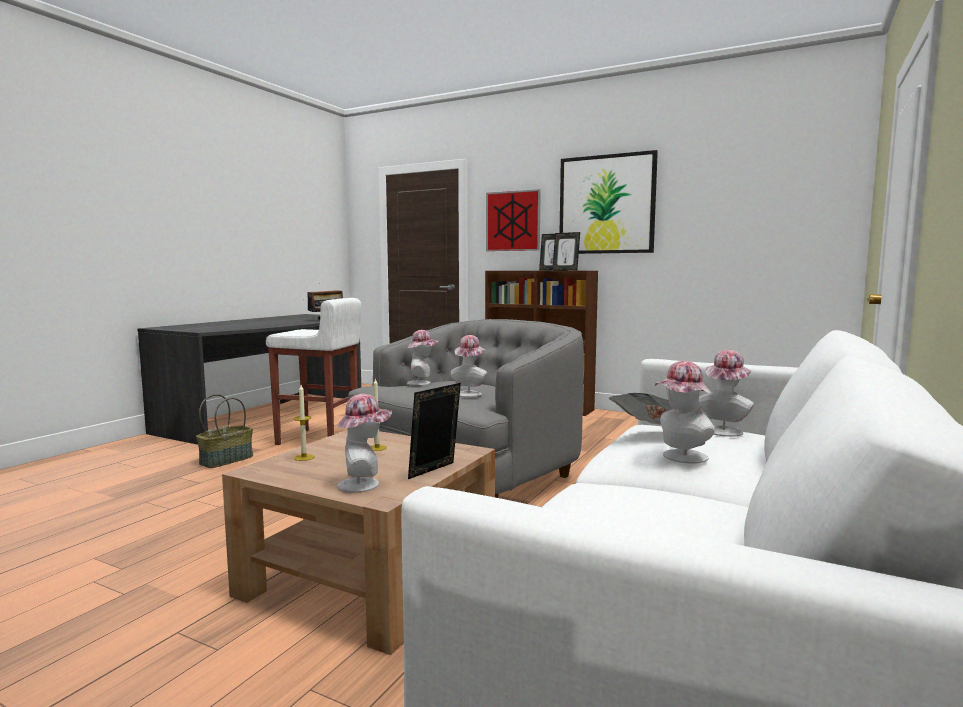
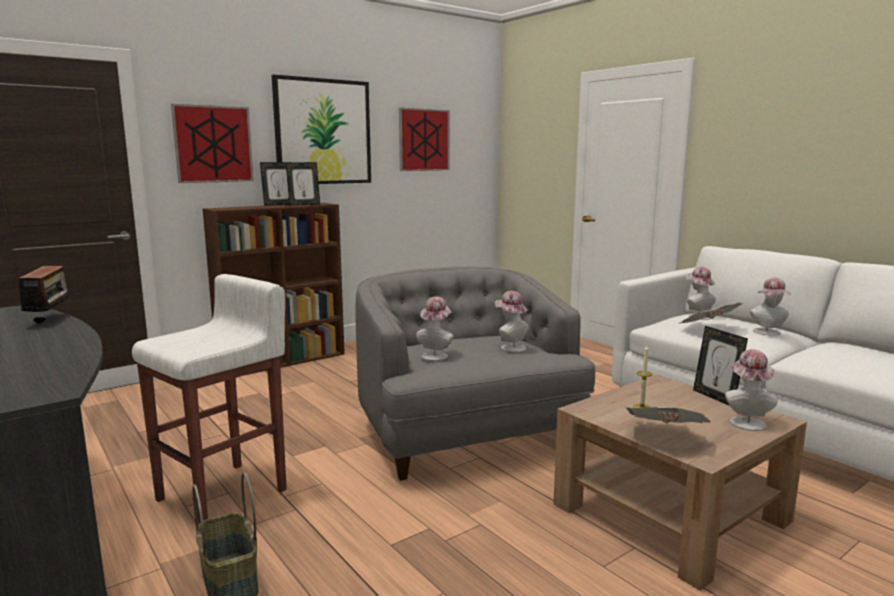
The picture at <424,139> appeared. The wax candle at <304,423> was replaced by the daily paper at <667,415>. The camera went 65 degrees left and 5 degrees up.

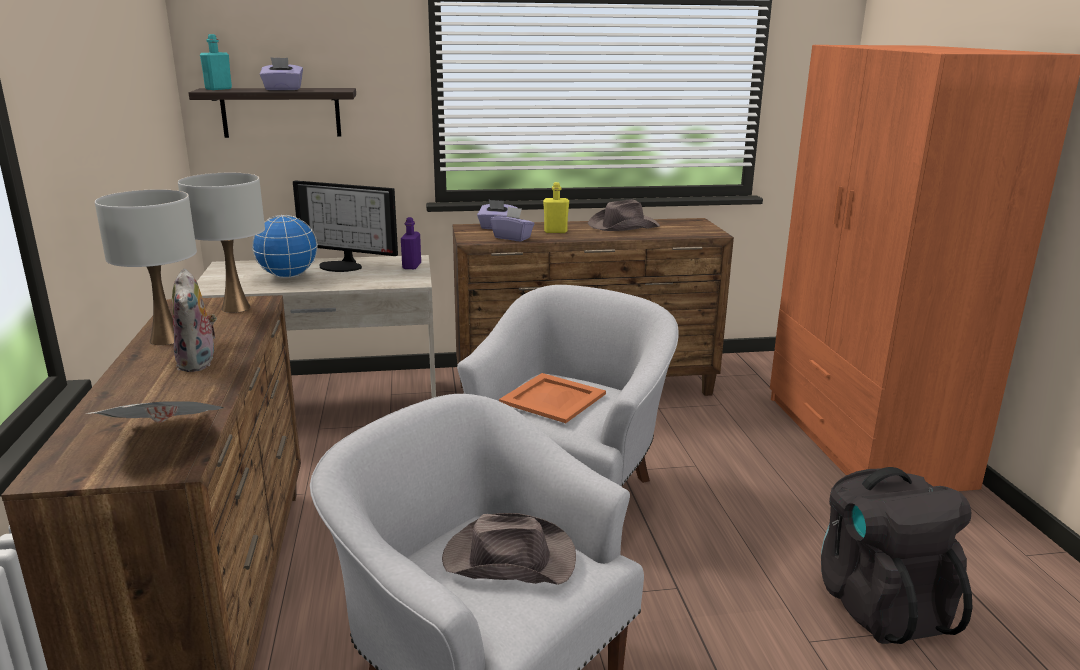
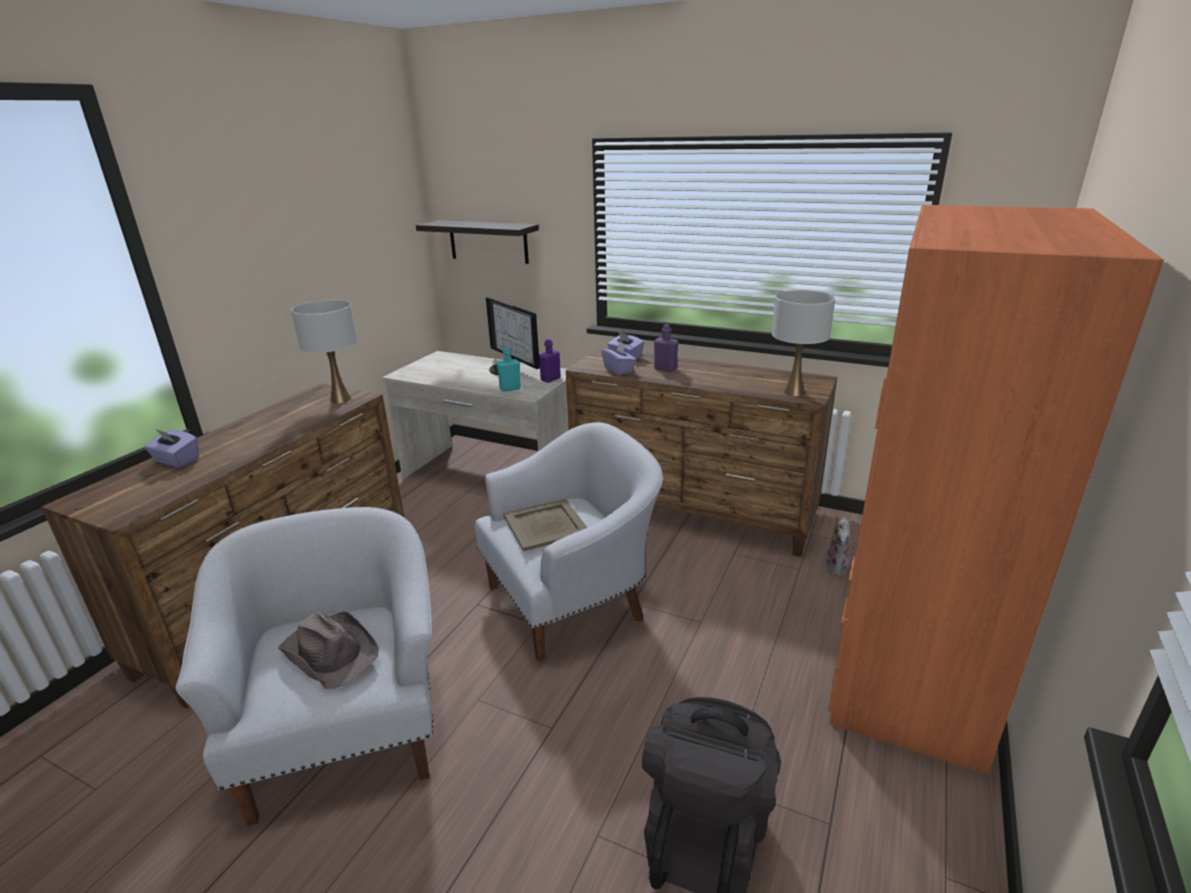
The daily paper at <154,412> disappeared. The world globe at <285,246> disappeared. The brown clothing hat at <624,215> disappeared. The white table lamp moved from <146,267> to <803,343>. The plush toy moved from <194,320> to <840,546>. The turquoise-coloured beverage bottle moved from <216,62> to <508,369>. The purple-coloured box of tissues moved from <281,73> to <171,448>. The orange-coloured tray at <552,398> became the sand-coloured tray at <545,525>. The yellow beverage bottle at <556,207> became the purple-coloured beverage bottle at <666,348>. The camera went 35 degrees right and 5 degrees up.

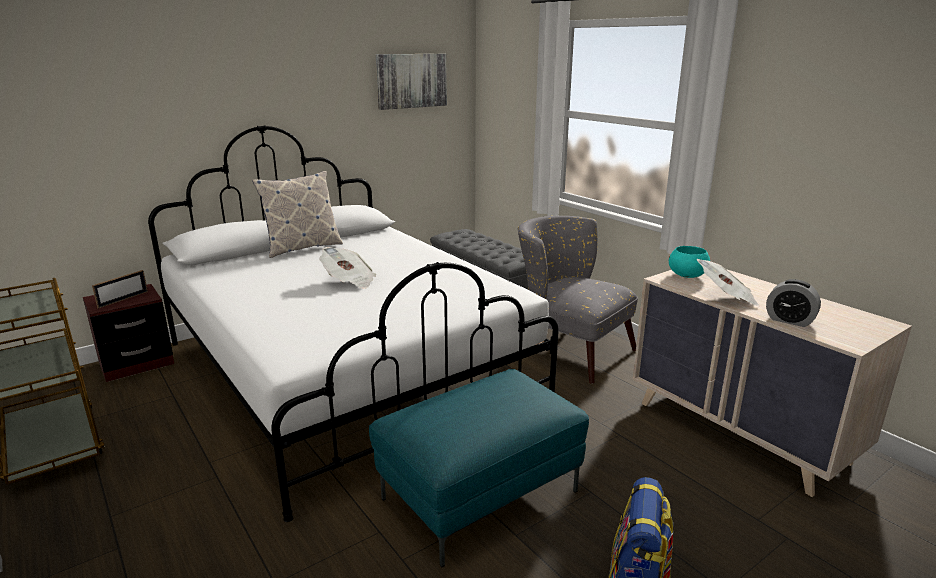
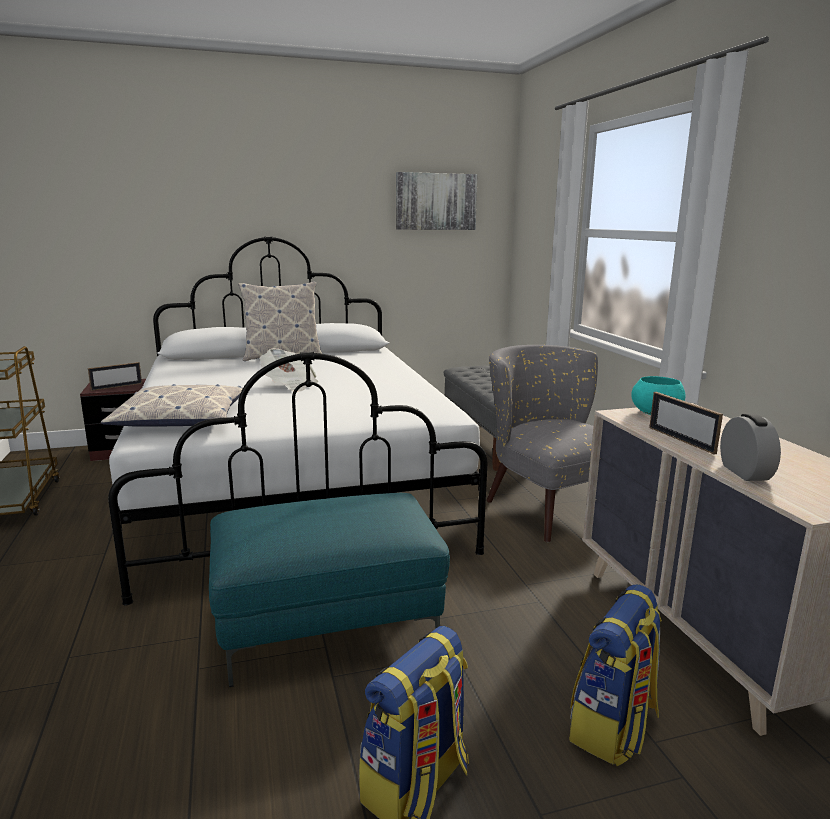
The cushion at <172,405> appeared. The rucksack at <615,675> appeared. The daily paper at <728,283> was replaced by the picture frame at <686,423>. The bedside clock at <793,303> turned 150 degrees counterclockwise. The camera went 20 degrees right and 5 degrees down.

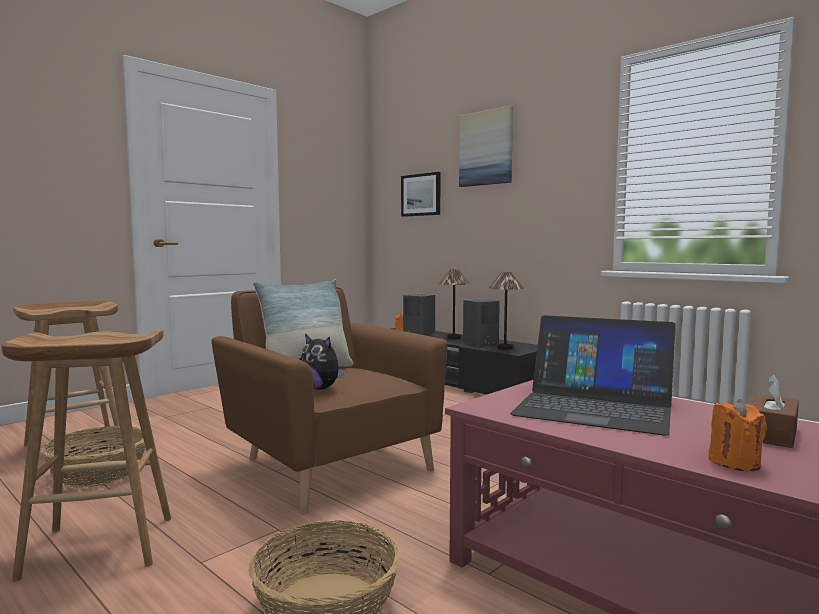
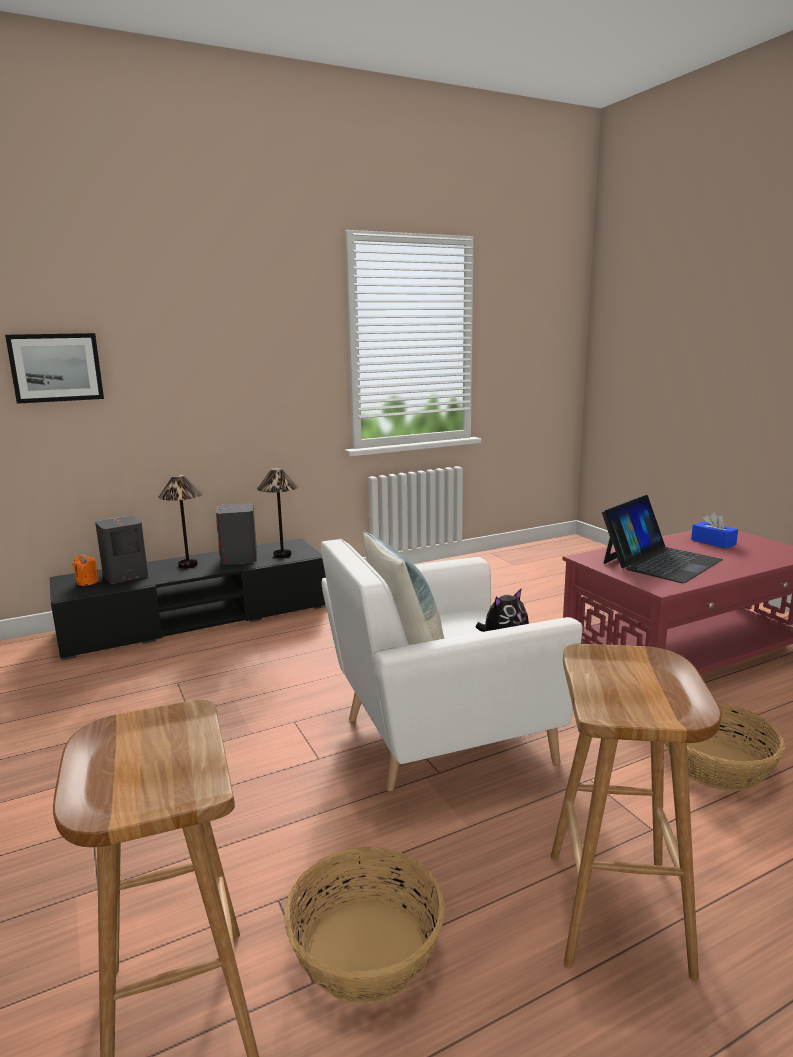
The picture at <486,146> disappeared. The orange-coloured wax candle at <737,435> disappeared. The brown easy chair at <329,400> became the white easy chair at <452,665>. The brown box of tissues at <775,411> became the blue box of tissues at <714,530>. The camera went 70 degrees left and 10 degrees up.

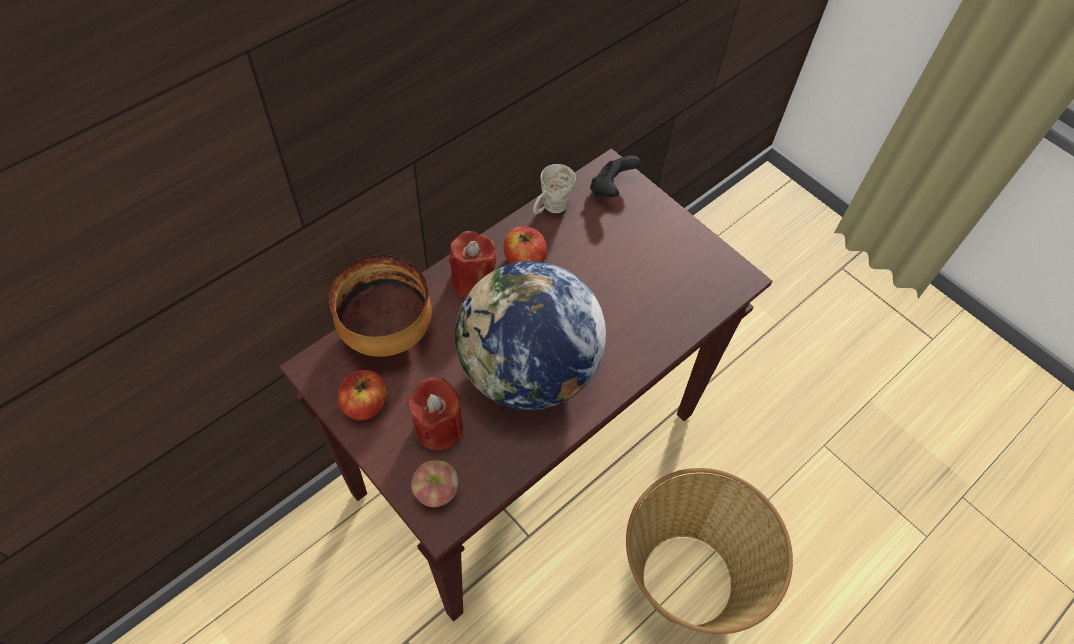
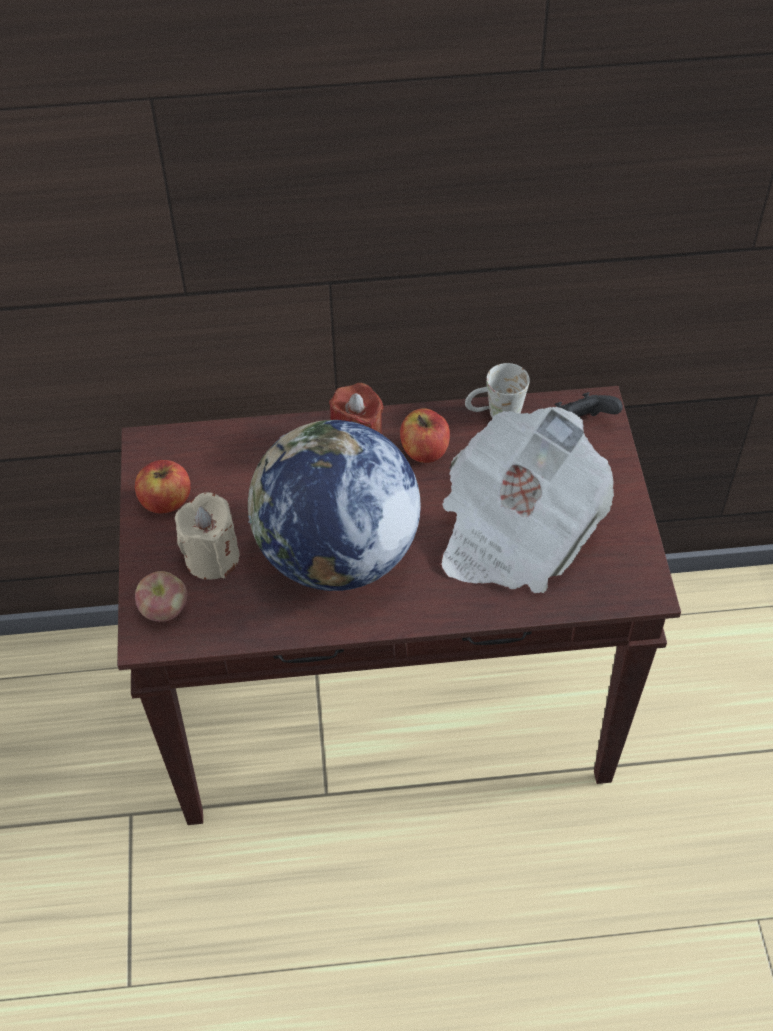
The bowl at <380,306> disappeared. The basket at <709,551> disappeared. The daily paper at <528,500> appeared. The red wax candle at <435,413> became the sand-coloured wax candle at <207,536>. The camera went 40 degrees right and 5 degrees down.

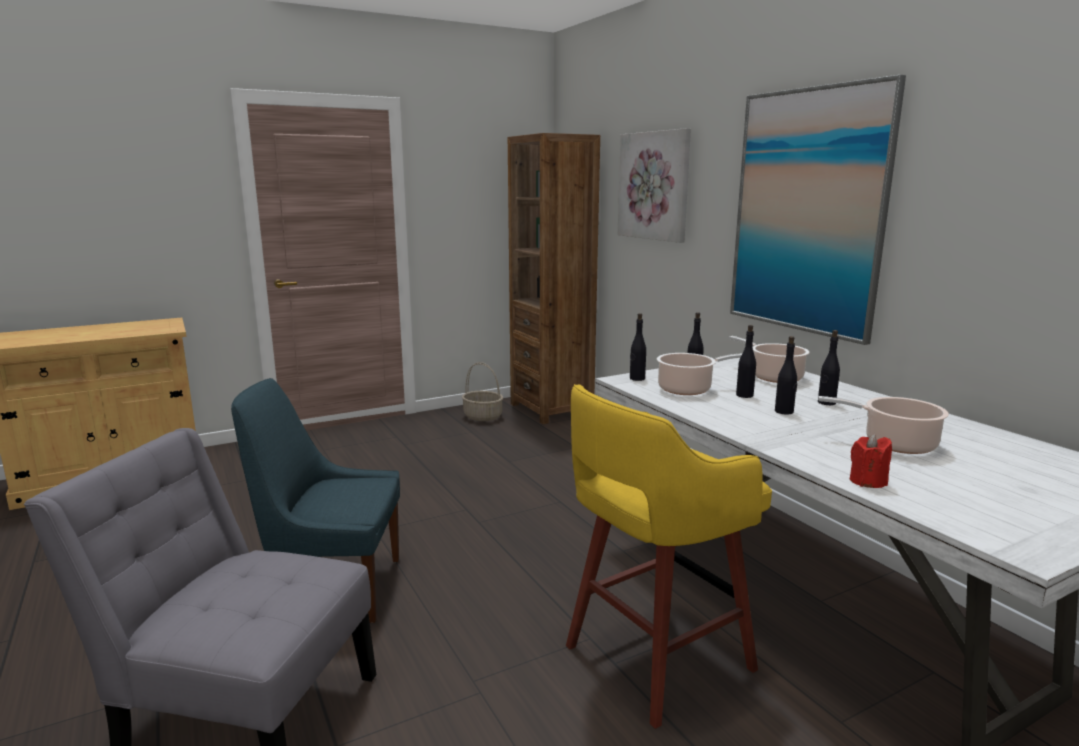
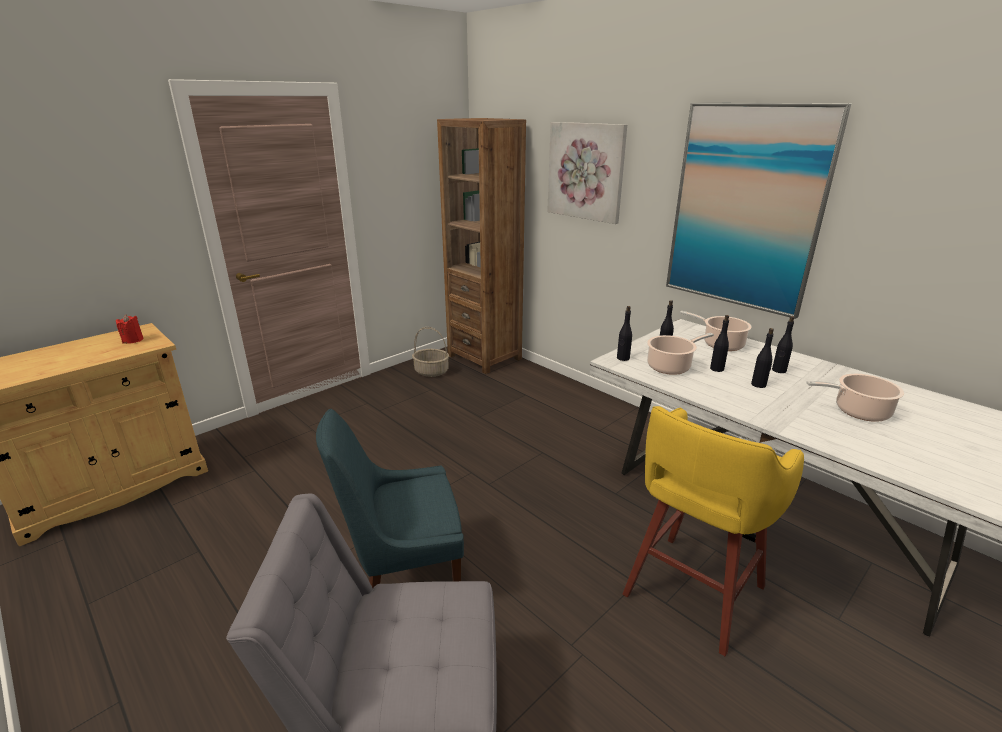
The red wax candle moved from <871,461> to <130,329>. The camera went 15 degrees left and 10 degrees up.

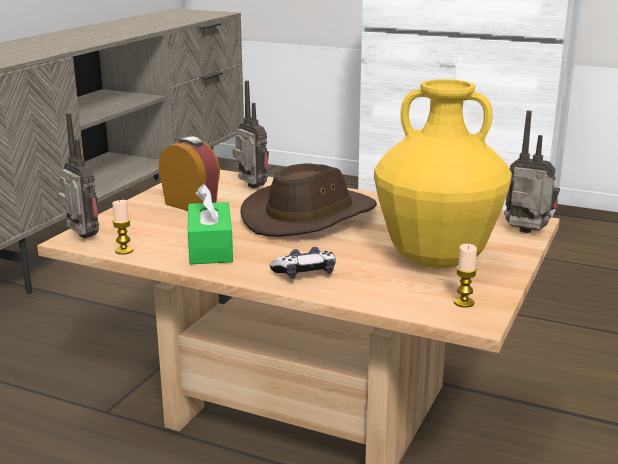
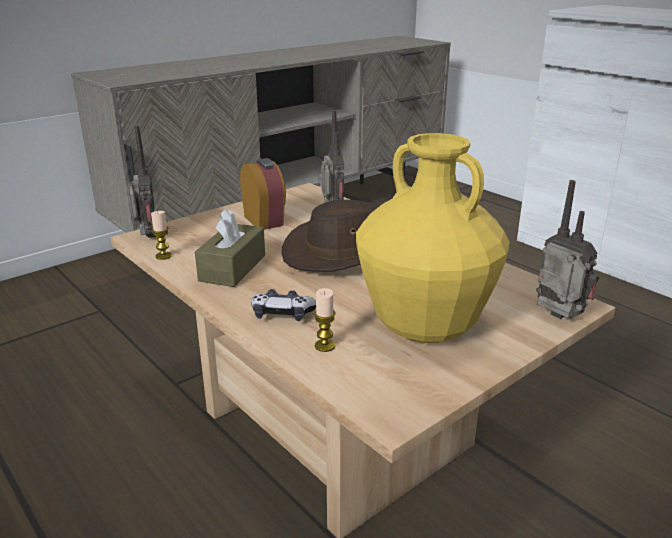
The wax candle moved from <466,276> to <325,320>. The greenish box of tissues at <210,224> became the brown box of tissues at <230,247>. The camera went 25 degrees right and 5 degrees up.

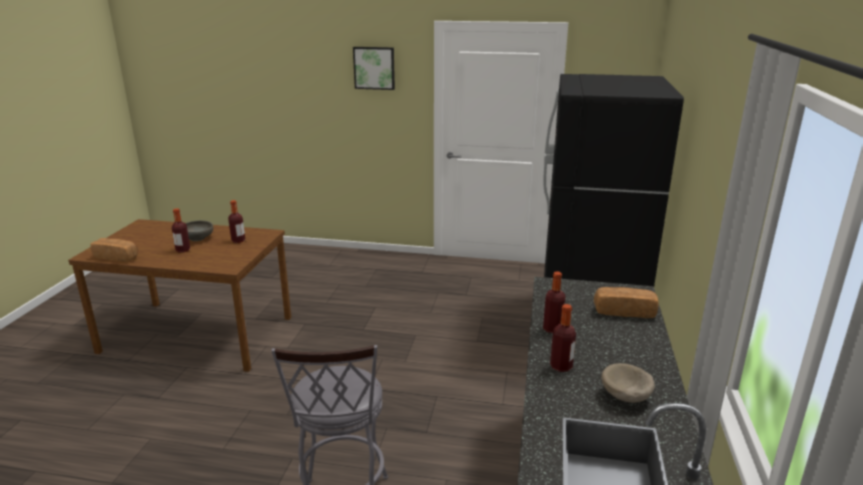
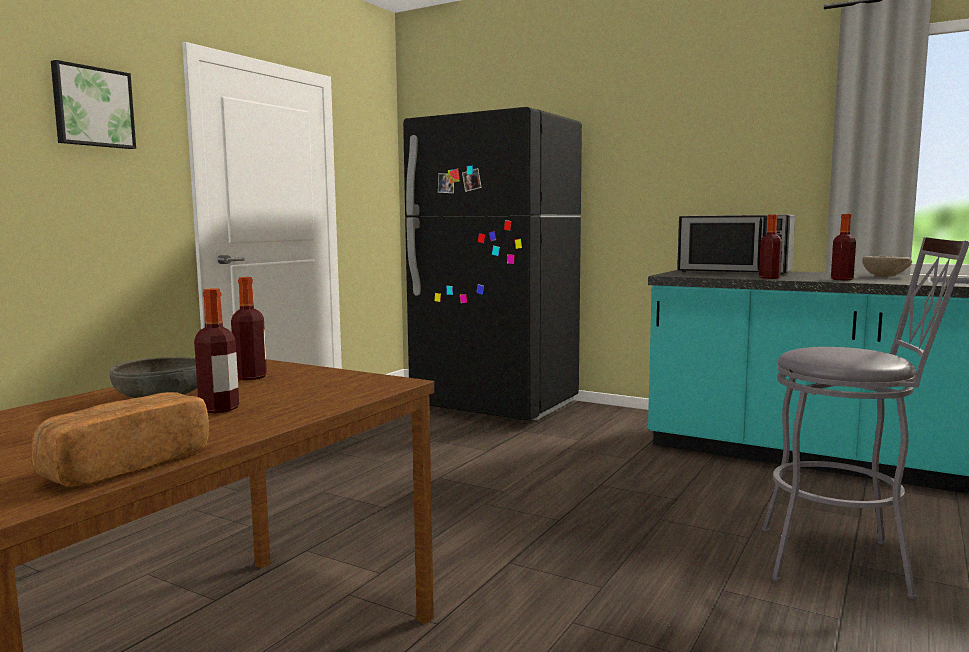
The bakery bread at <626,302> was replaced by the microwave oven at <736,244>. The camera went 70 degrees left and 15 degrees down.

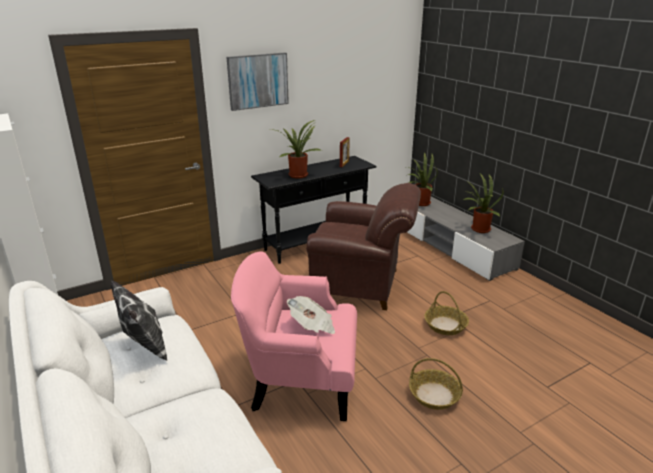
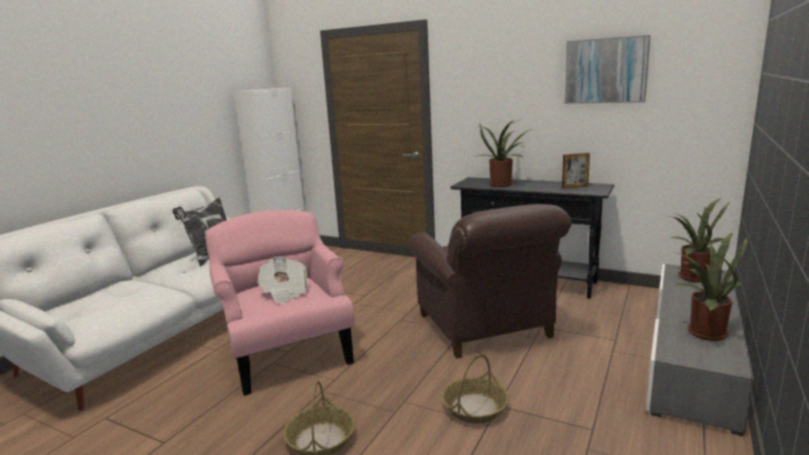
The picture moved from <257,82> to <608,69>. The camera went 60 degrees right and 10 degrees down.

